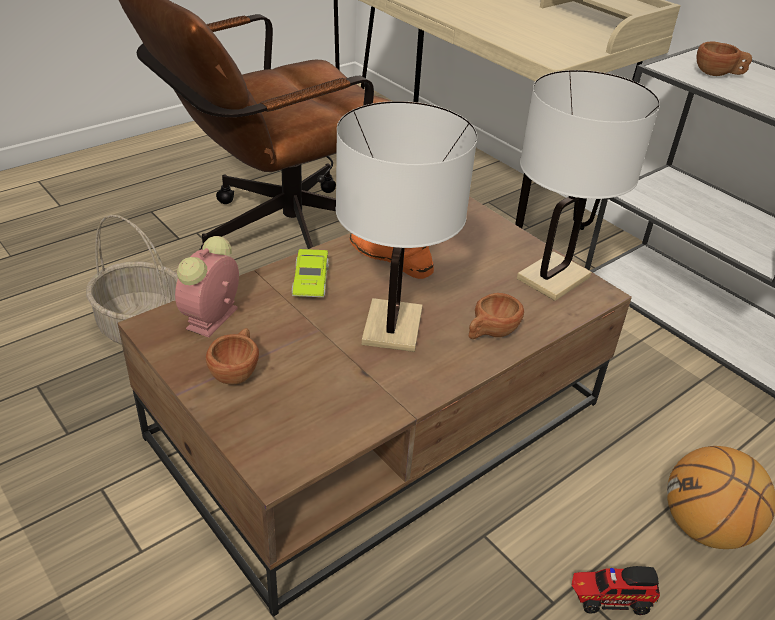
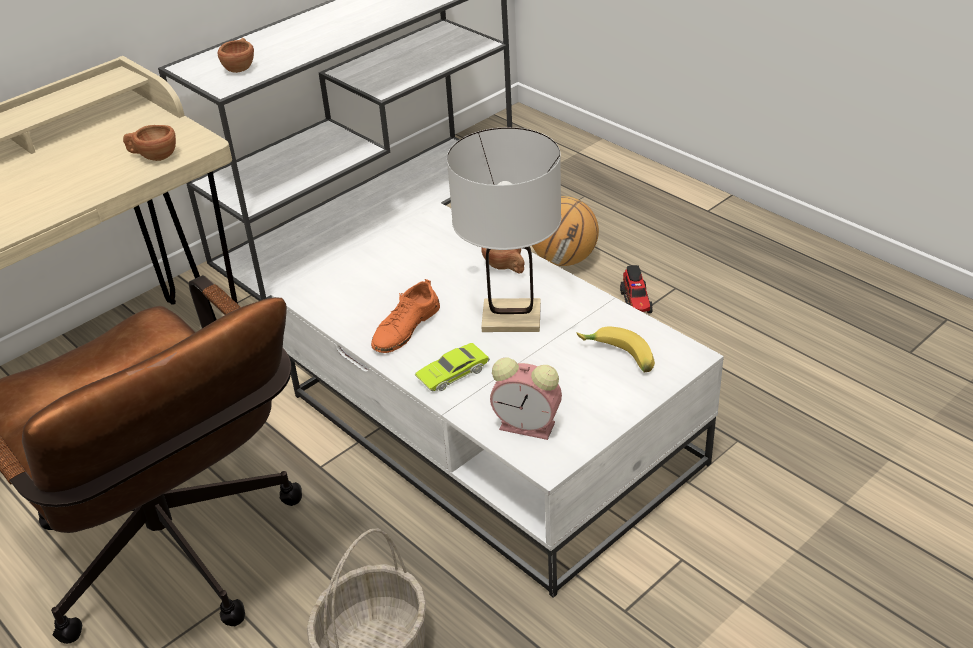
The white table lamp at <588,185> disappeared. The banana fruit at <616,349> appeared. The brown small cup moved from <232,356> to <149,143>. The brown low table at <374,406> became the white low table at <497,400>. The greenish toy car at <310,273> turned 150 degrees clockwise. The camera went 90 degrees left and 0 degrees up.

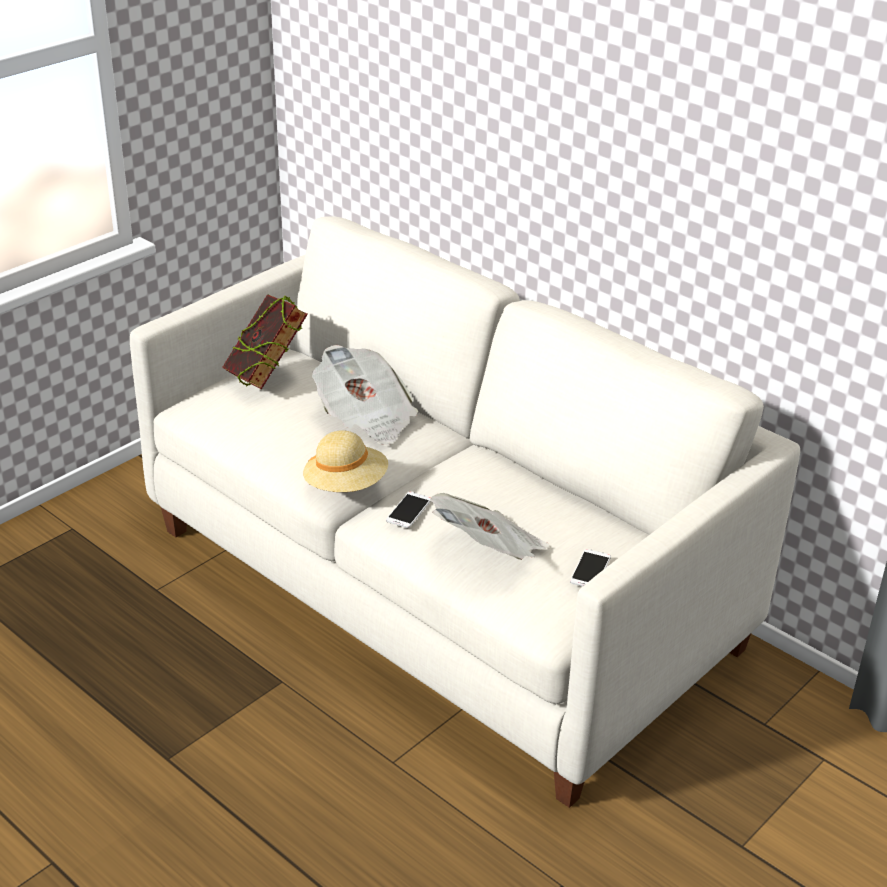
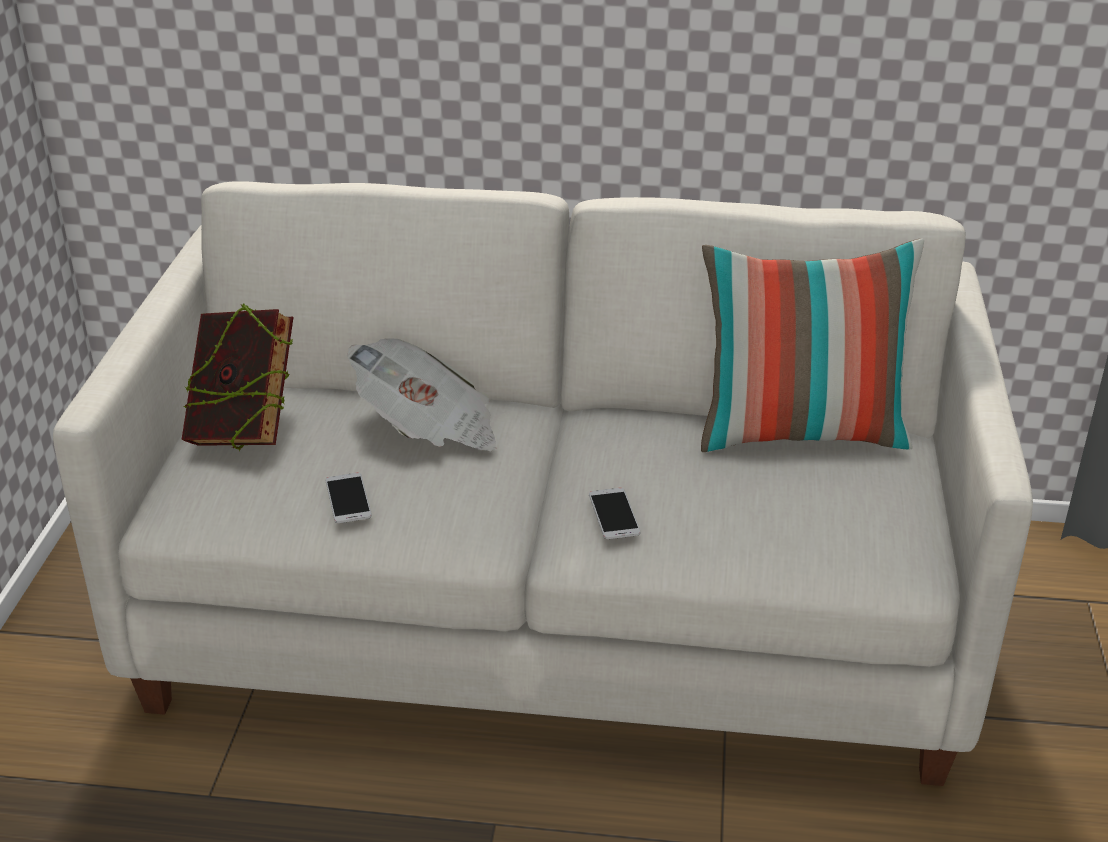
The sand-coloured clothing hat at <345,461> disappeared. The daily paper at <490,526> disappeared. The cushion at <812,345> appeared. The handset moved from <590,568> to <348,498>. The camera went 35 degrees left and 0 degrees up.

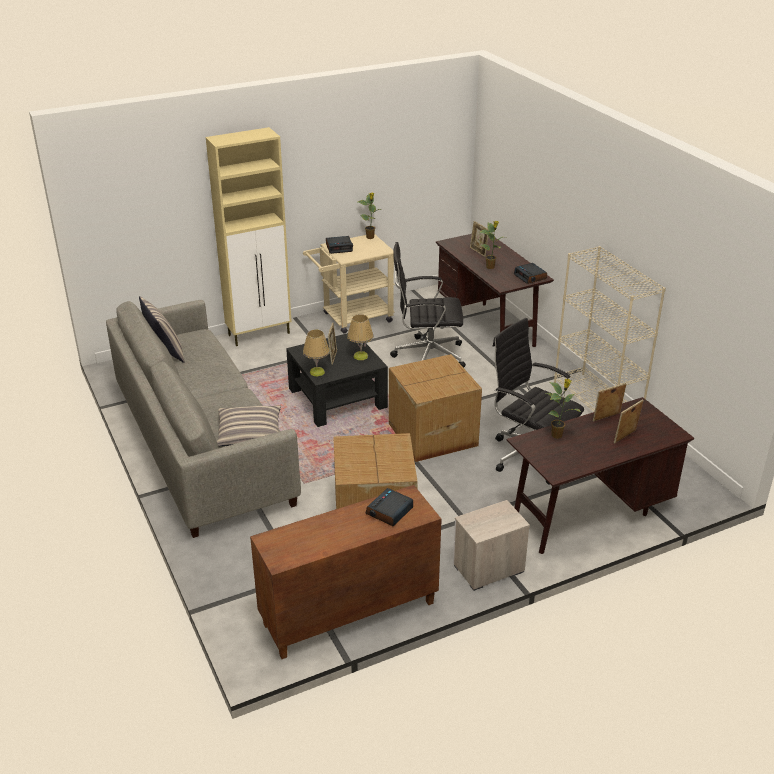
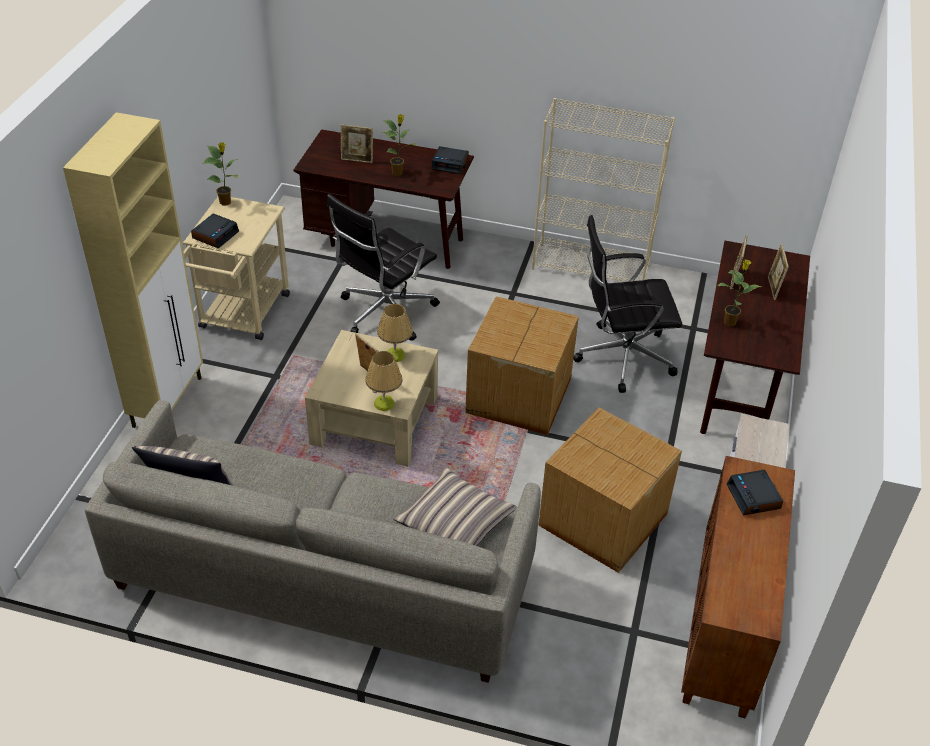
The black low table at <337,380> became the sand-coloured low table at <371,398>. The camera went 50 degrees left and 10 degrees up.

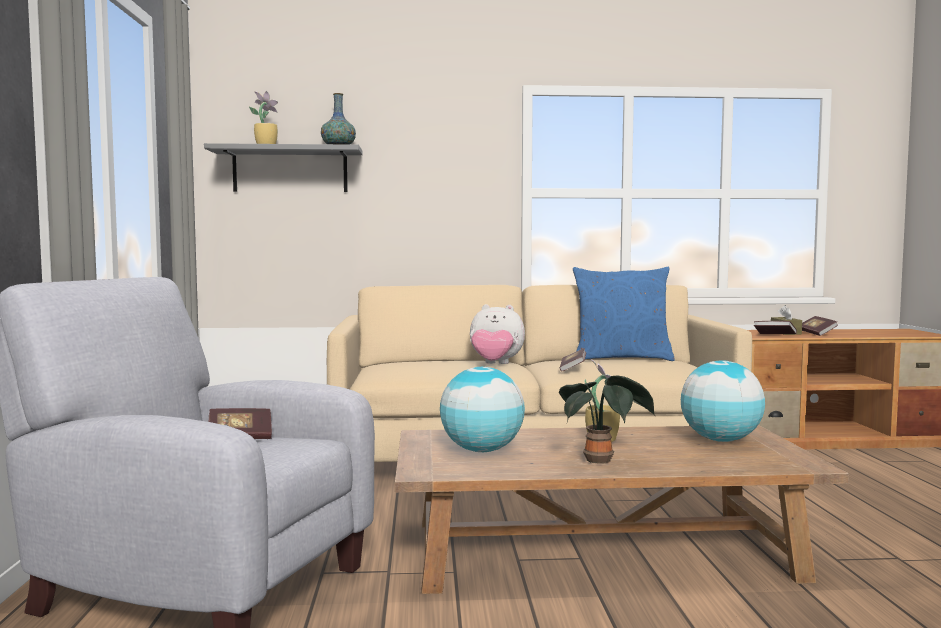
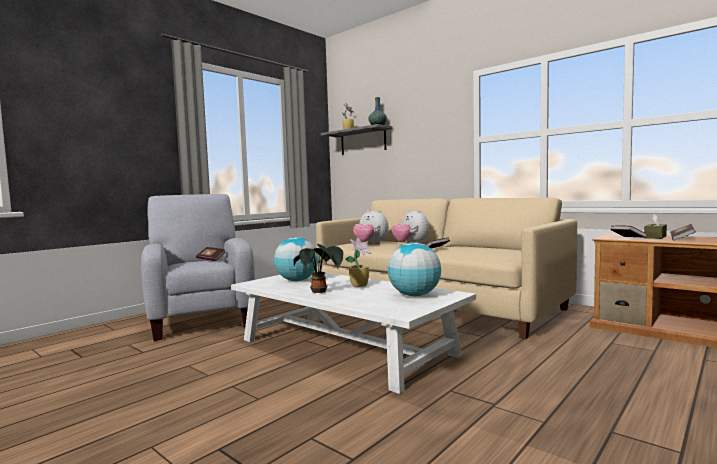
The blue cushion at <624,314> disappeared. The plush toy at <371,227> appeared. The brown low table at <622,509> became the white low table at <353,332>. The camera went 45 degrees right and 0 degrees up.

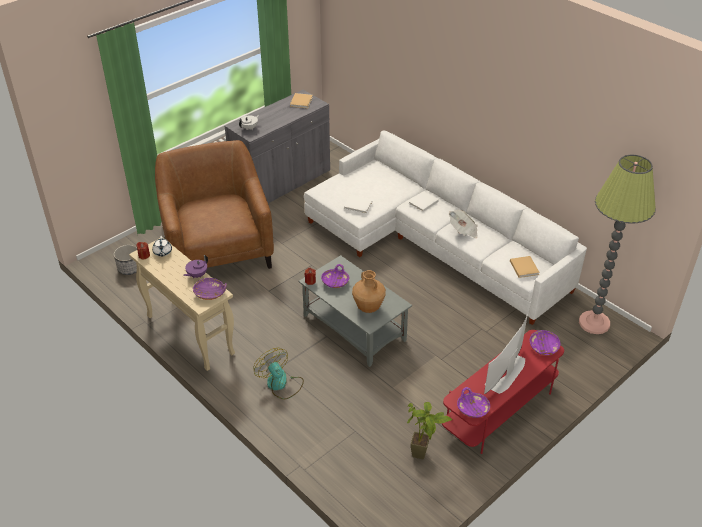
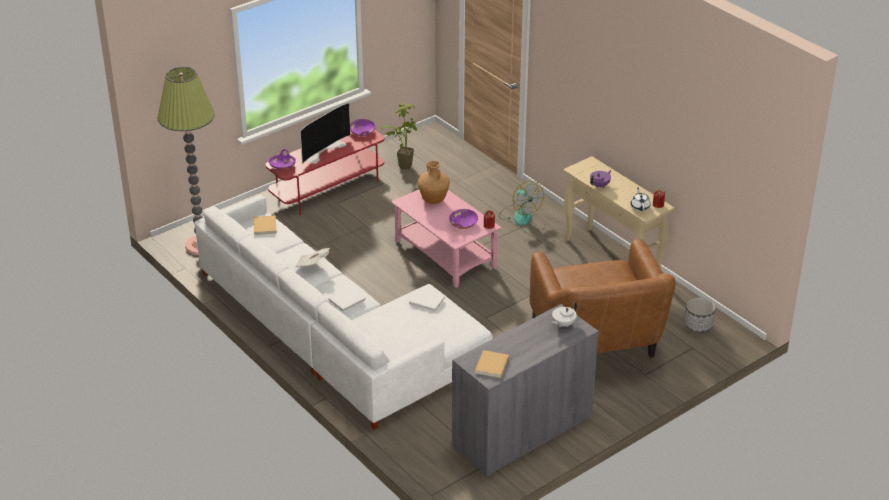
The purple-coloured bowl at <210,289> disappeared. The grey low table at <355,311> became the pink-coloured low table at <446,239>. The camera went 175 degrees left and 5 degrees down.

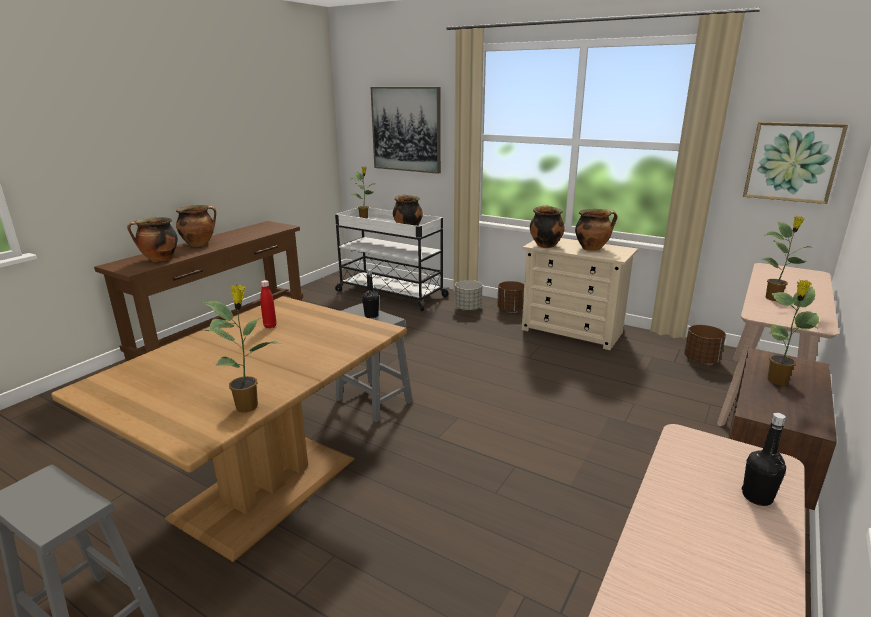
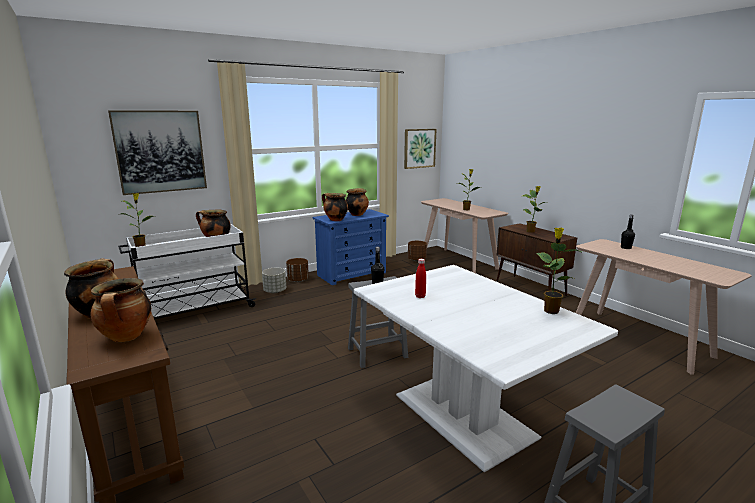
The brown dinner table at <229,429> became the white dinner table at <486,368>. The sand-coloured dresser at <580,294> became the blue dresser at <350,247>. The camera went 65 degrees left and 5 degrees down.

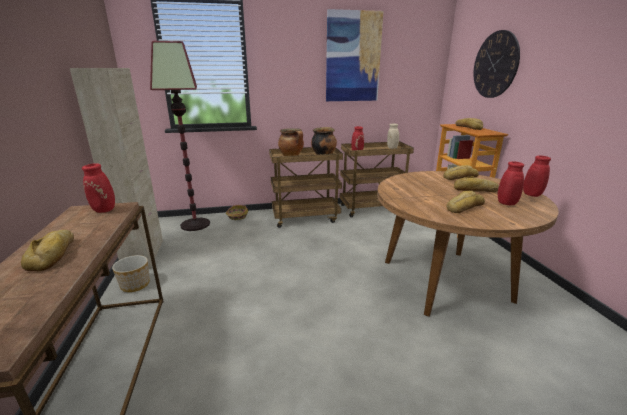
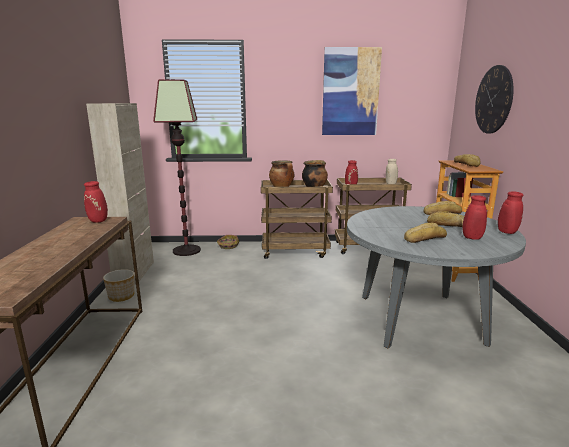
The bakery bread at <47,250> disappeared. The brown dinner table at <468,244> became the grey dinner table at <436,277>. The camera went 10 degrees right and 5 degrees down.

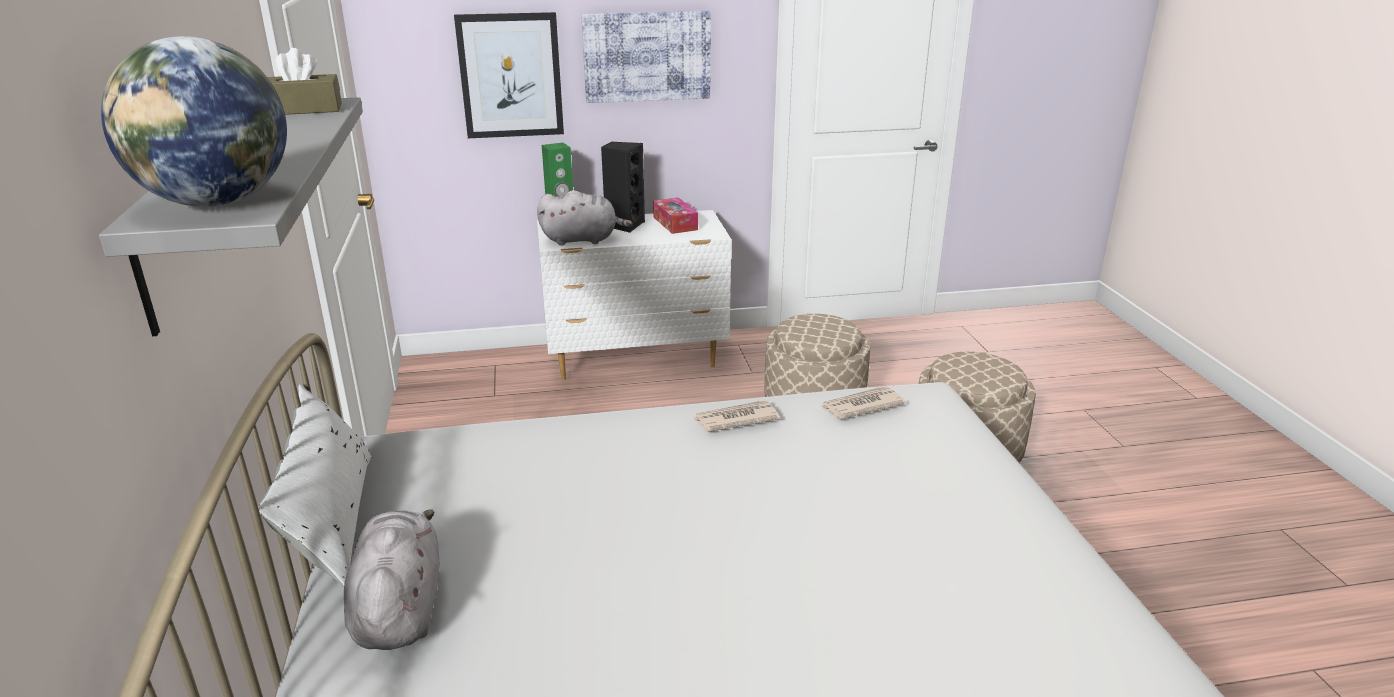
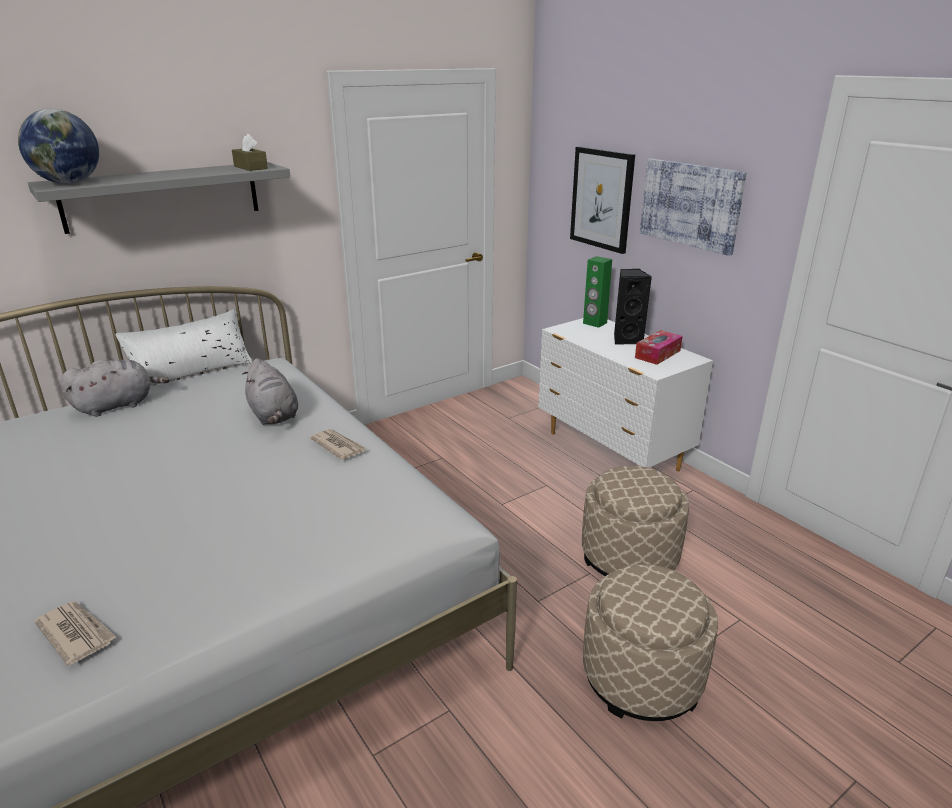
The grey plush toy moved from <585,218> to <270,391>. The daily paper moved from <863,403> to <75,634>. The camera went 65 degrees right and 0 degrees up.

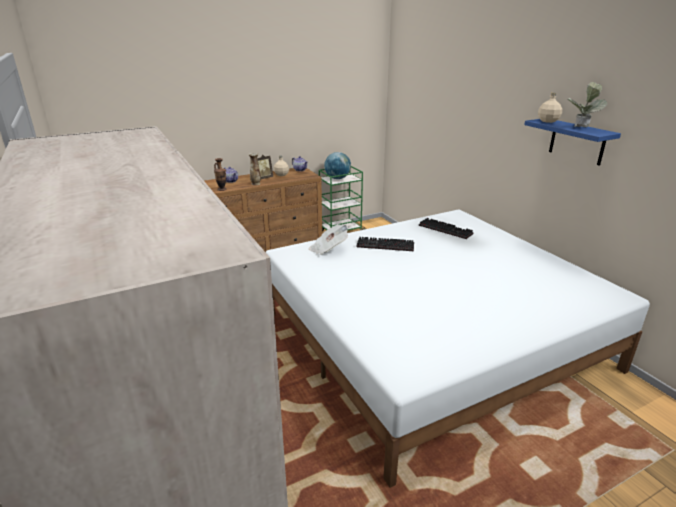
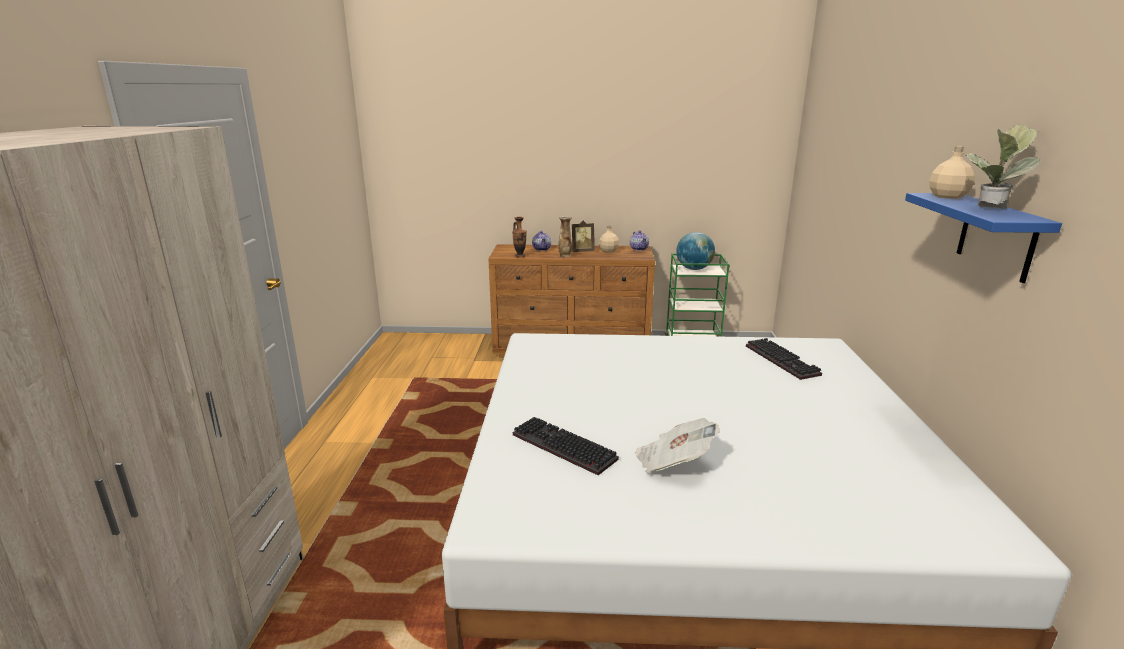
The daily paper moved from <329,239> to <677,445>. The computer keyboard moved from <385,244> to <566,446>. The camera went 30 degrees right and 5 degrees down.

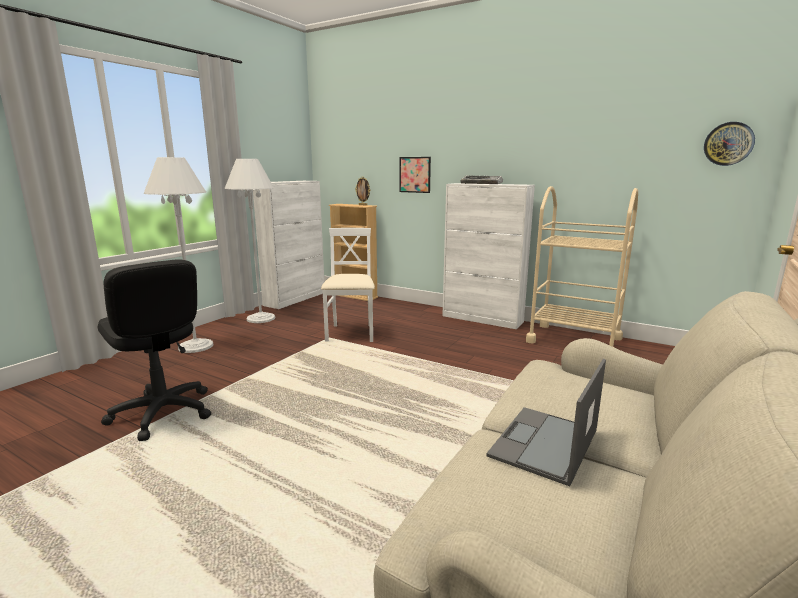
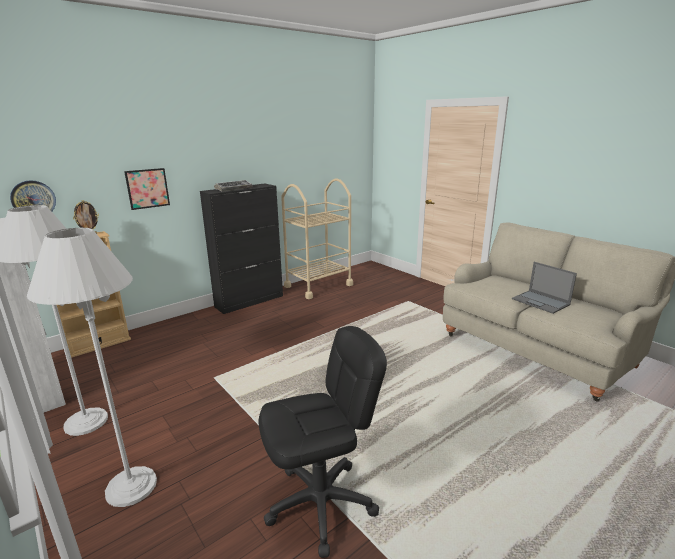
The white upright chair at <348,285> disappeared. The hanging clock moved from <729,144> to <33,195>. The white cupboard at <488,256> became the black cupboard at <241,248>. The camera went 70 degrees left and 5 degrees up.

